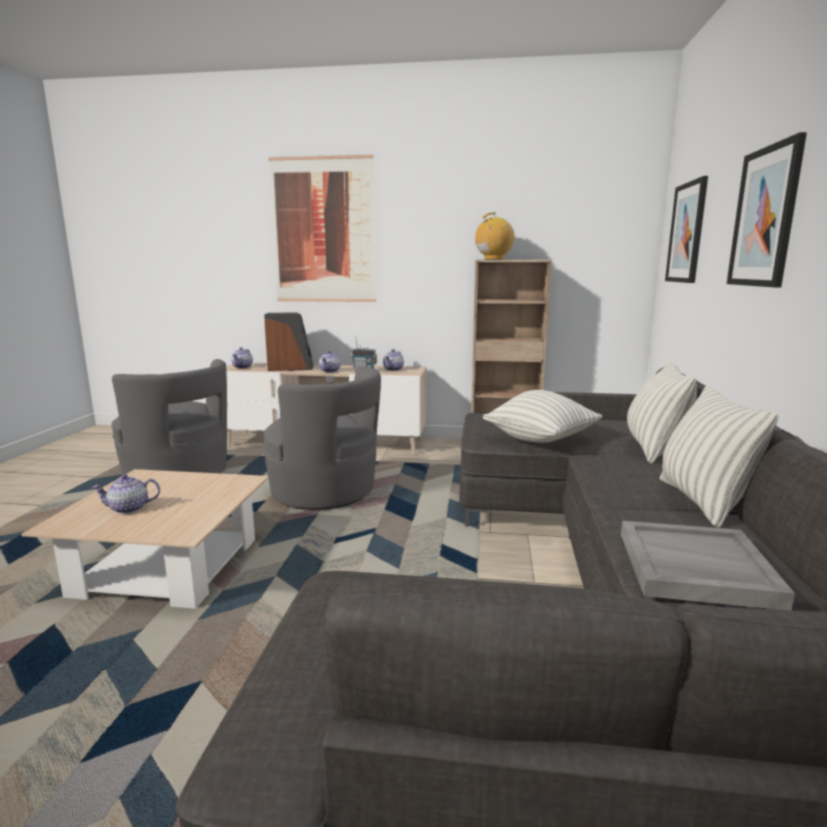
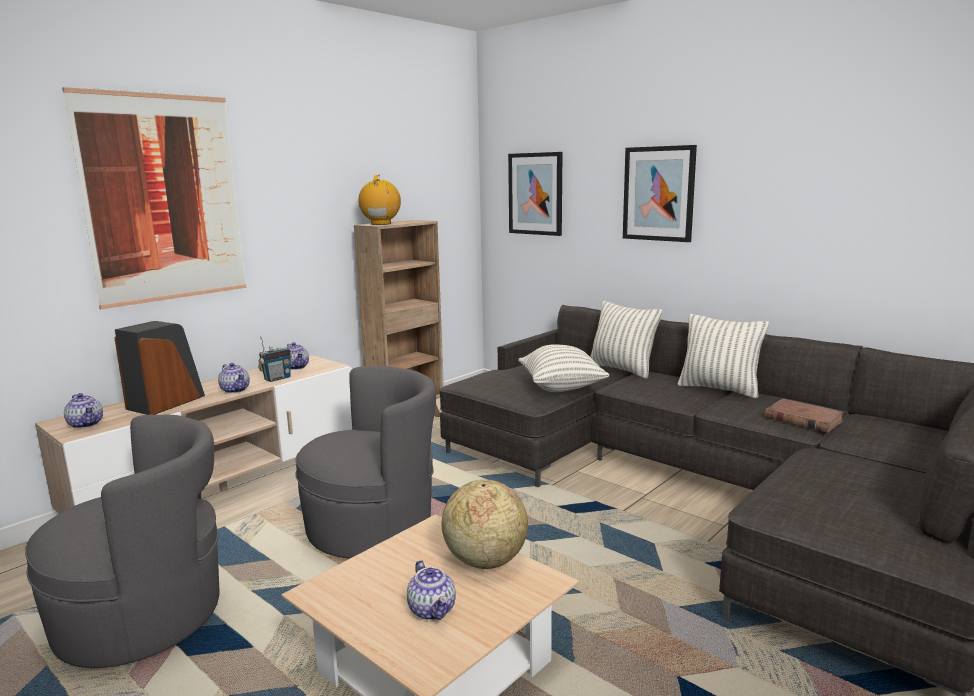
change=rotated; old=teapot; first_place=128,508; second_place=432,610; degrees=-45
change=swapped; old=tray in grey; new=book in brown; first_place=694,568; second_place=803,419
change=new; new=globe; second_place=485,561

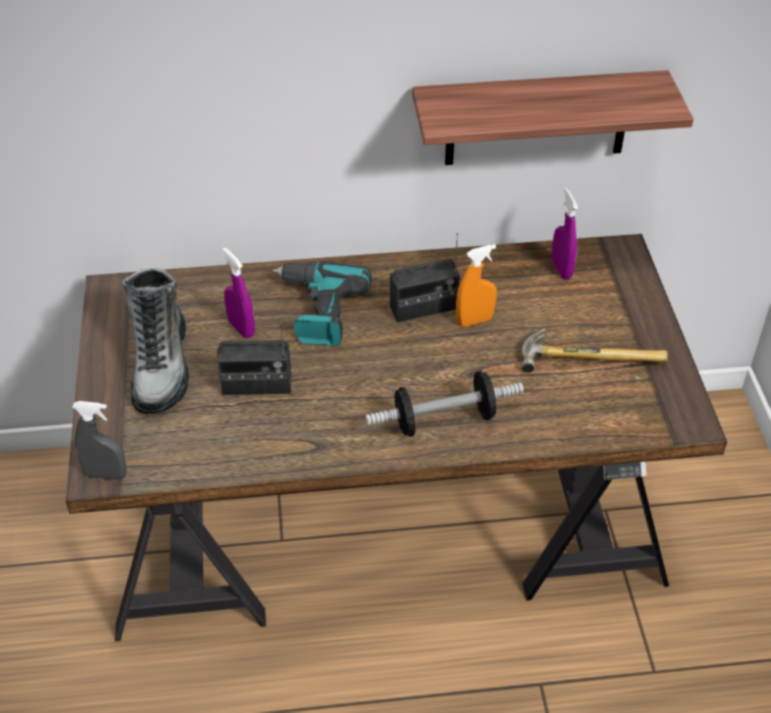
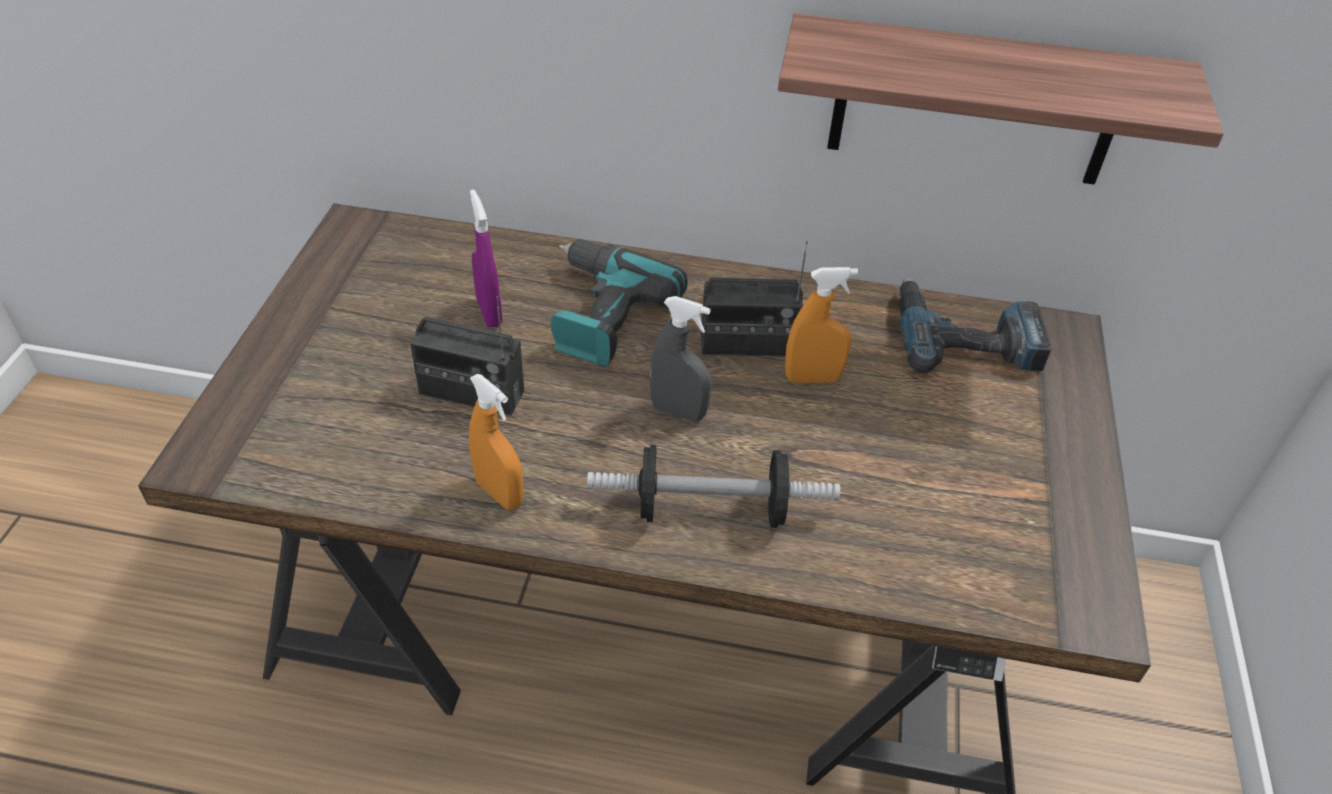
change=swapped; old=spray bottle in purple; new=power drill; first_place=561,269; second_place=964,337
change=gone; old=boot; first_place=162,367
change=gone; old=hammer; first_place=591,355
change=shifted; old=spray bottle in grey; first_place=106,475; second_place=678,411
change=new; new=spray bottle in orange; second_place=499,493

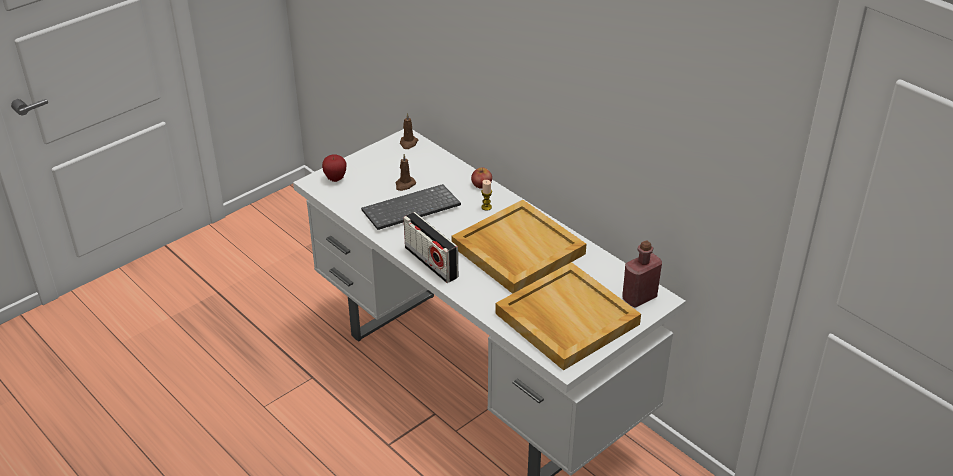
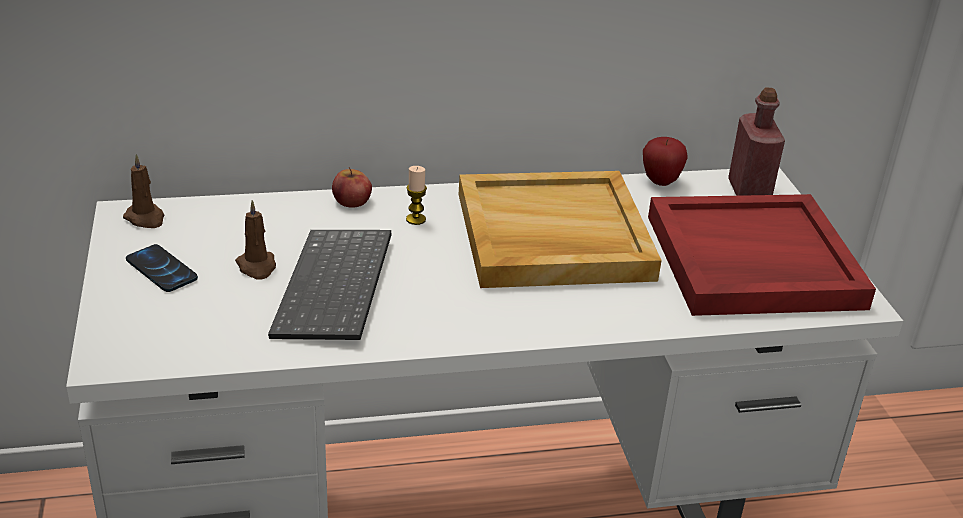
change=shifted; old=apple; first_place=335,178; second_place=660,181
change=gone; old=radio; first_place=431,262
change=repainted; old=tray in beige; new=tray in red; first_place=565,319; second_place=751,262
change=new; new=phone; second_place=161,270

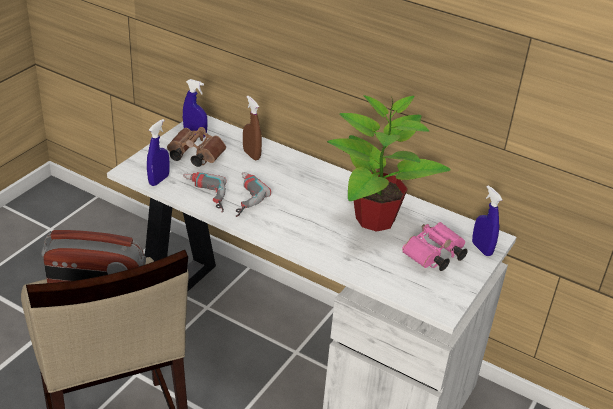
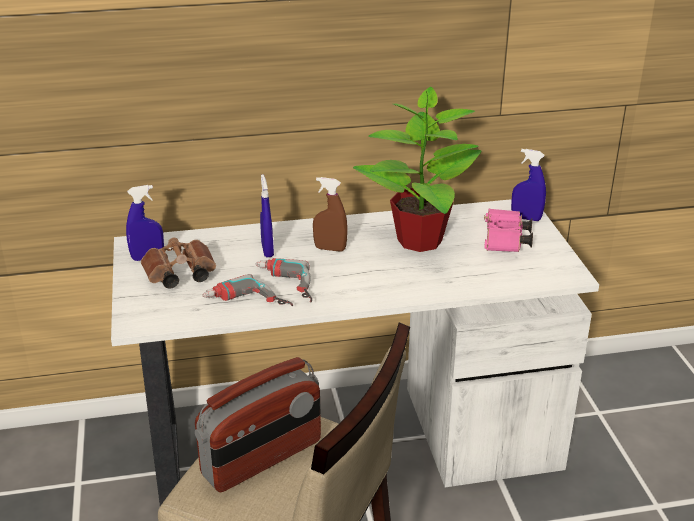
change=shifted; old=spray bottle in brown; first_place=251,155; second_place=330,249
change=shifted; old=spray bottle in blue; first_place=159,180; second_place=267,250

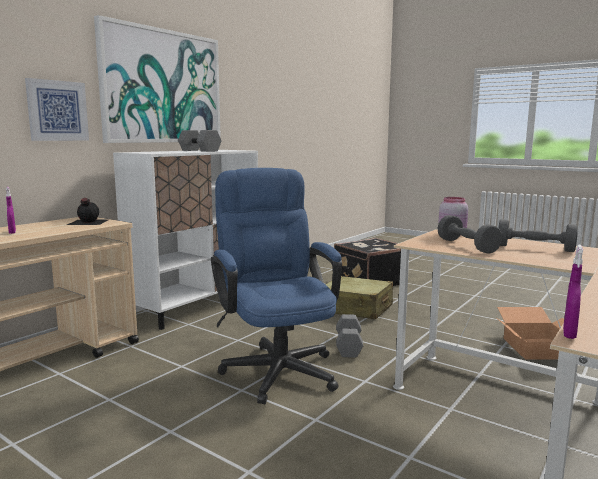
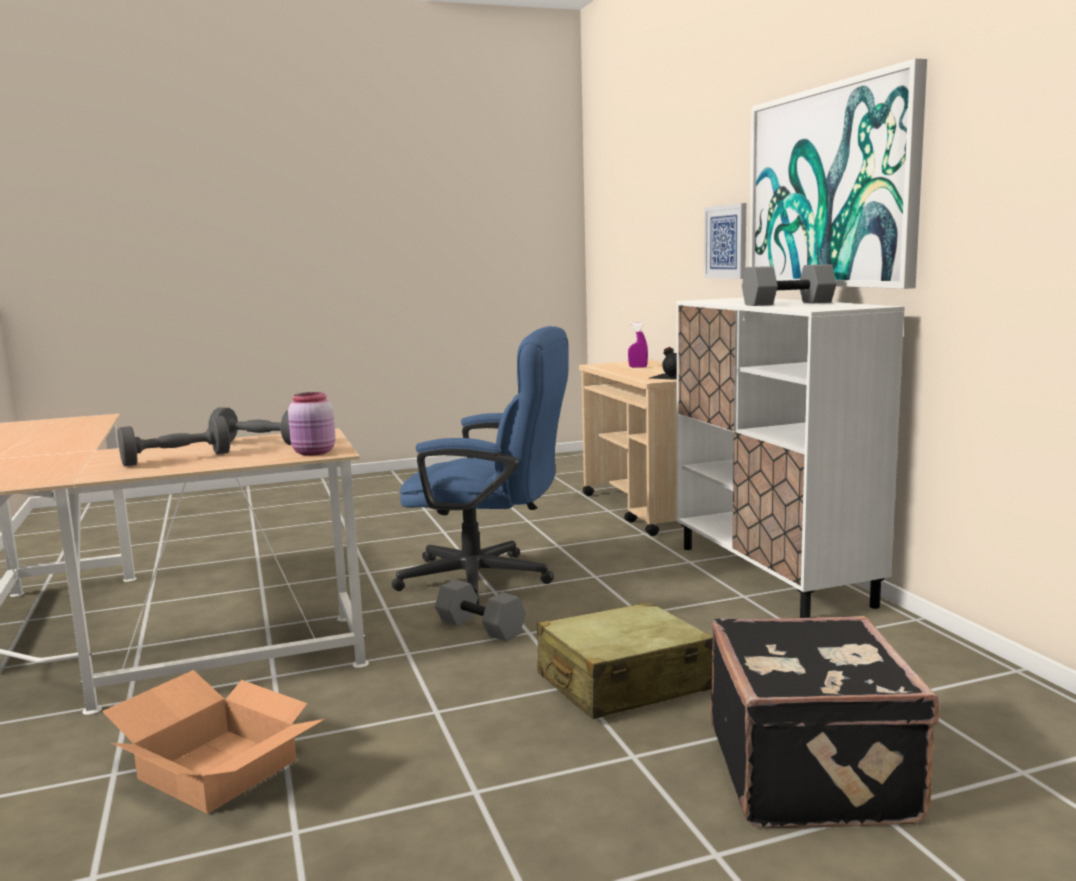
change=gone; old=spray bottle in purple; first_place=569,334

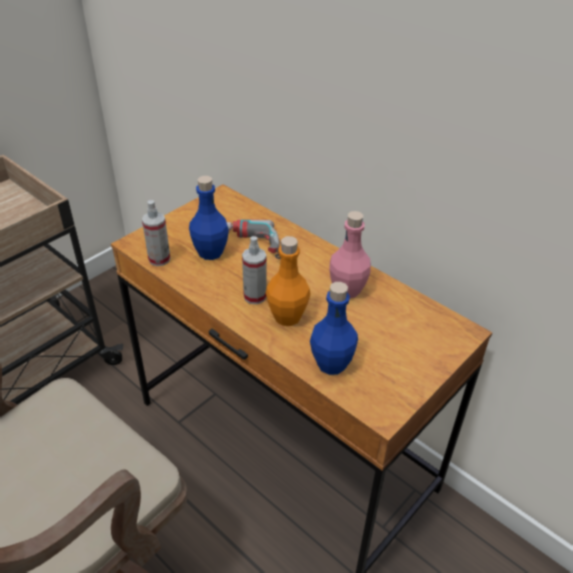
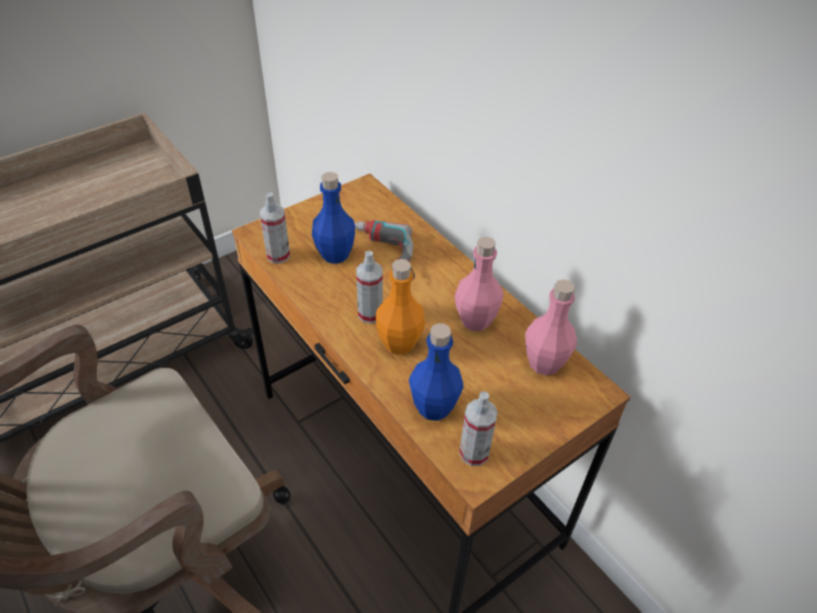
change=new; new=bottle in pink; second_place=544,363
change=new; new=spray bottle; second_place=474,453

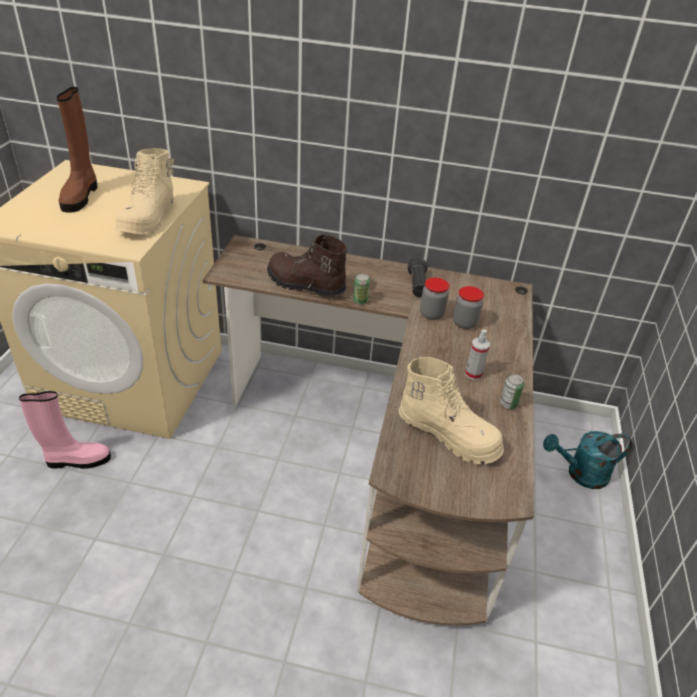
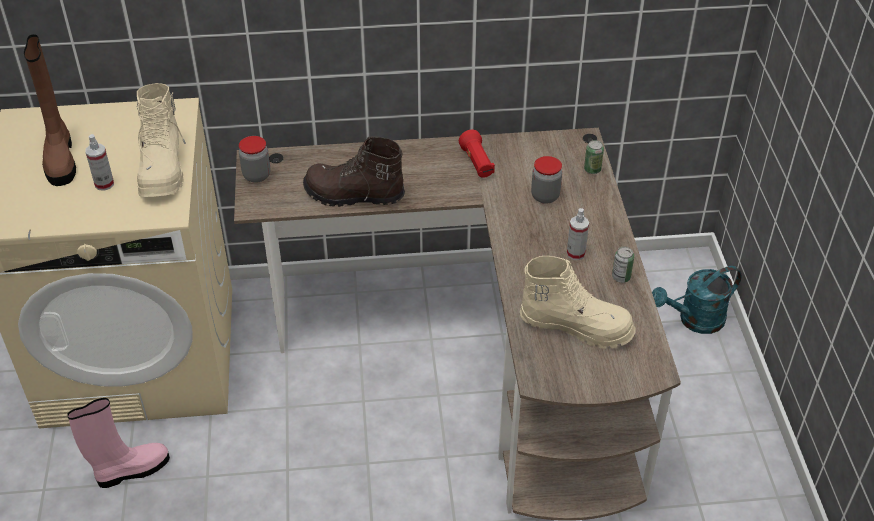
change=repainted; old=flashlight in black; new=flashlight in red; first_place=417,286; second_place=477,163
change=shifted; old=can; first_place=360,301; second_place=592,169
change=shifted; old=jar; first_place=431,314; second_place=256,175
change=new; new=spray bottle; second_place=104,184

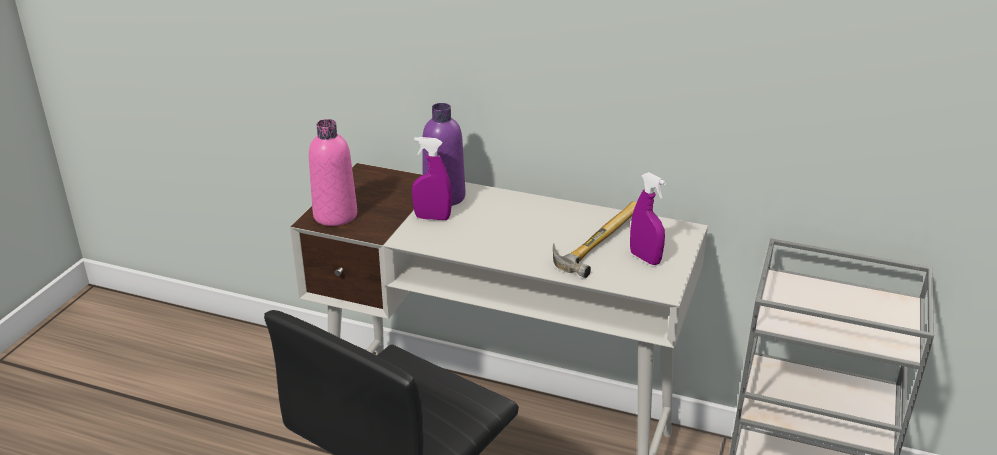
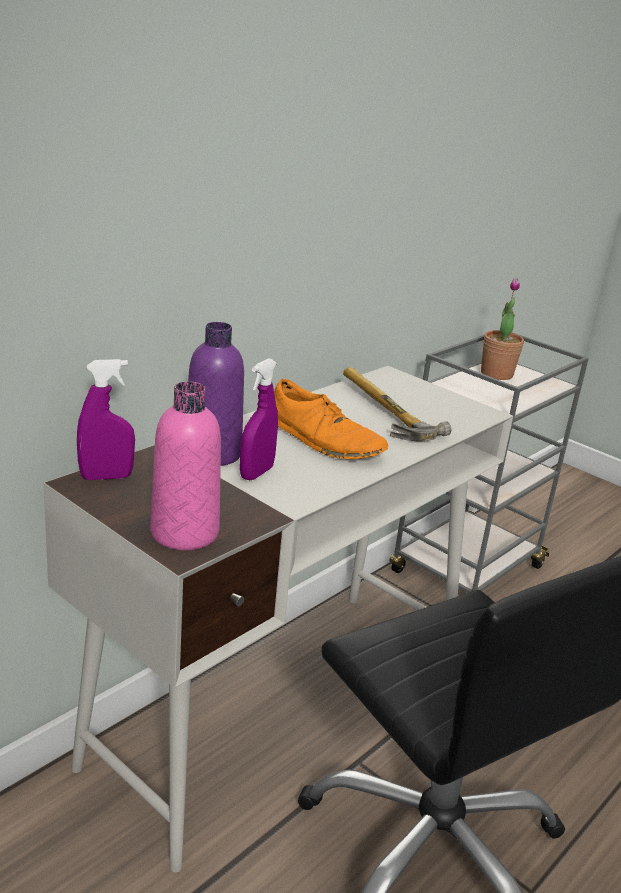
change=shifted; old=spray bottle in purple; first_place=645,258; second_place=106,477
change=new; new=potted plant; second_place=496,374
change=new; new=shoe in orange; second_place=324,440

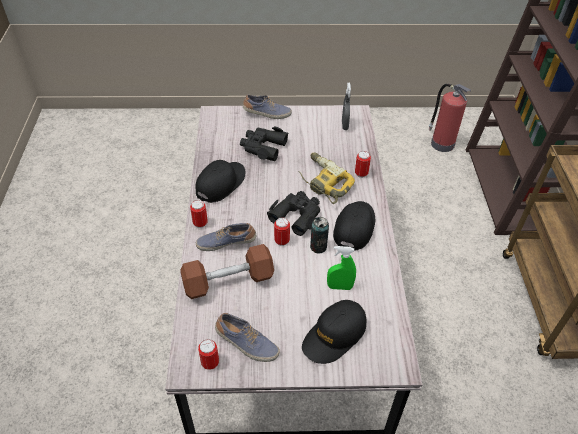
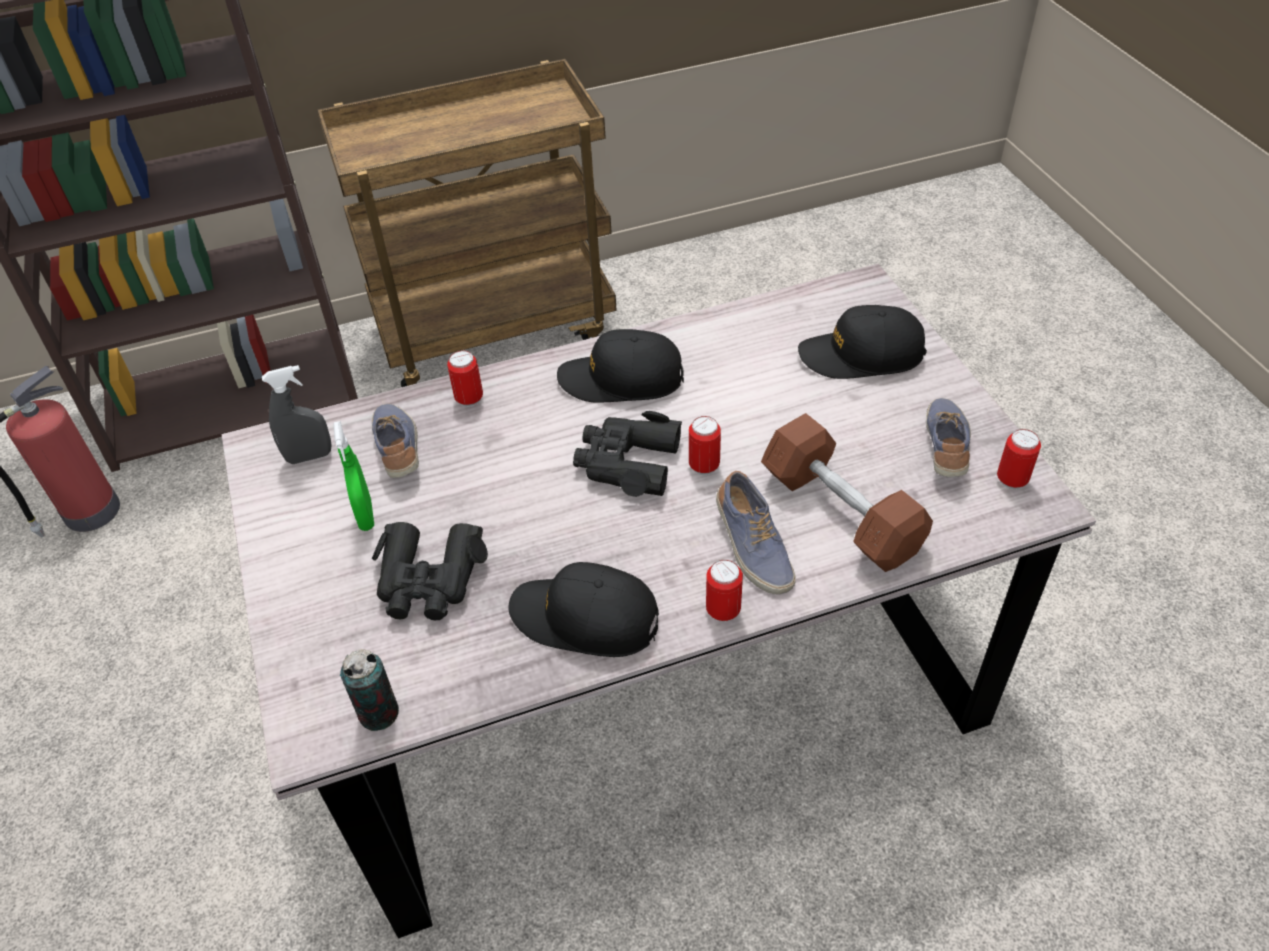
change=shifted; old=shoe; first_place=267,114; second_place=399,449
change=gone; old=power drill; first_place=323,182
change=shifted; old=can; first_place=318,247; second_place=379,713
change=shifted; old=spray bottle in green; first_place=339,287; second_place=365,515
change=rotated; old=cap in black; first_place=334,335; second_place=861,355; degrees=150

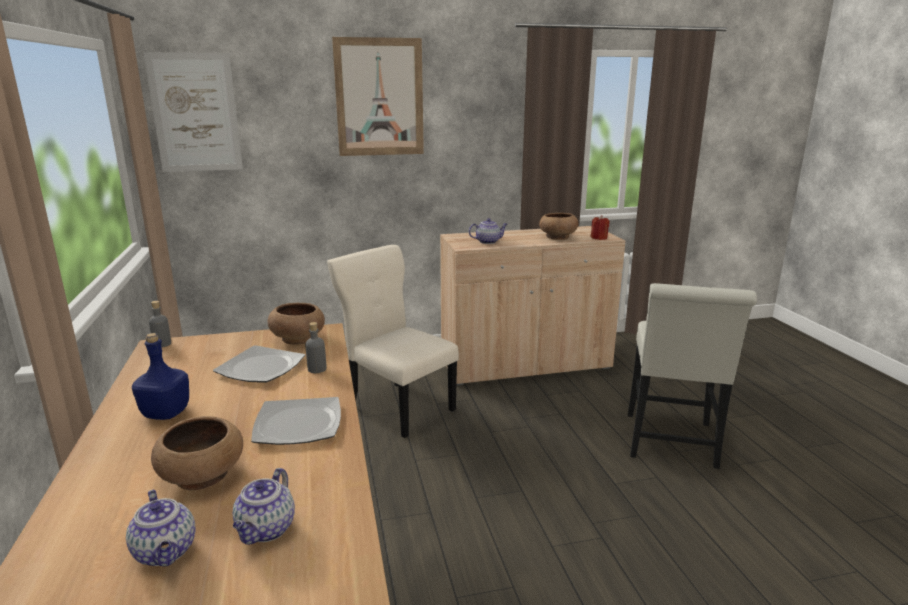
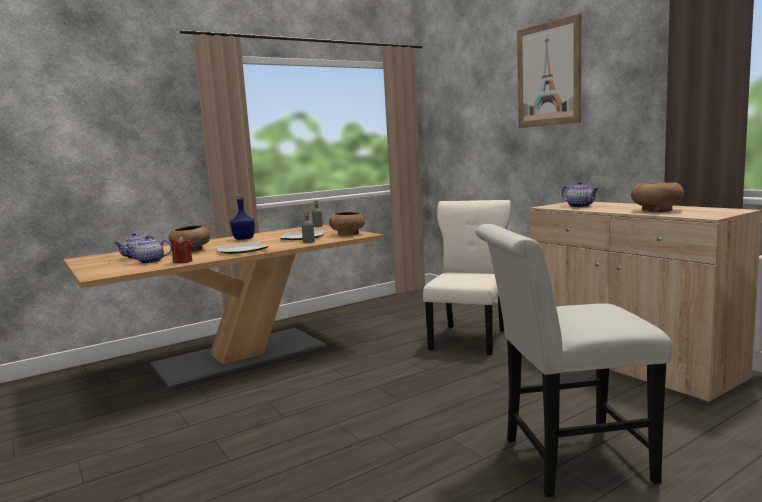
change=gone; old=picture; first_place=195,113
change=shifted; old=candle in red; first_place=599,238; second_place=183,262

